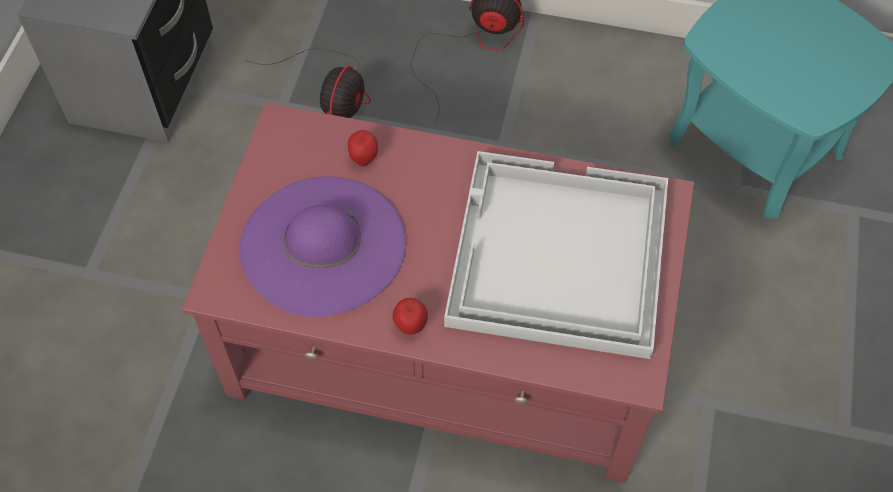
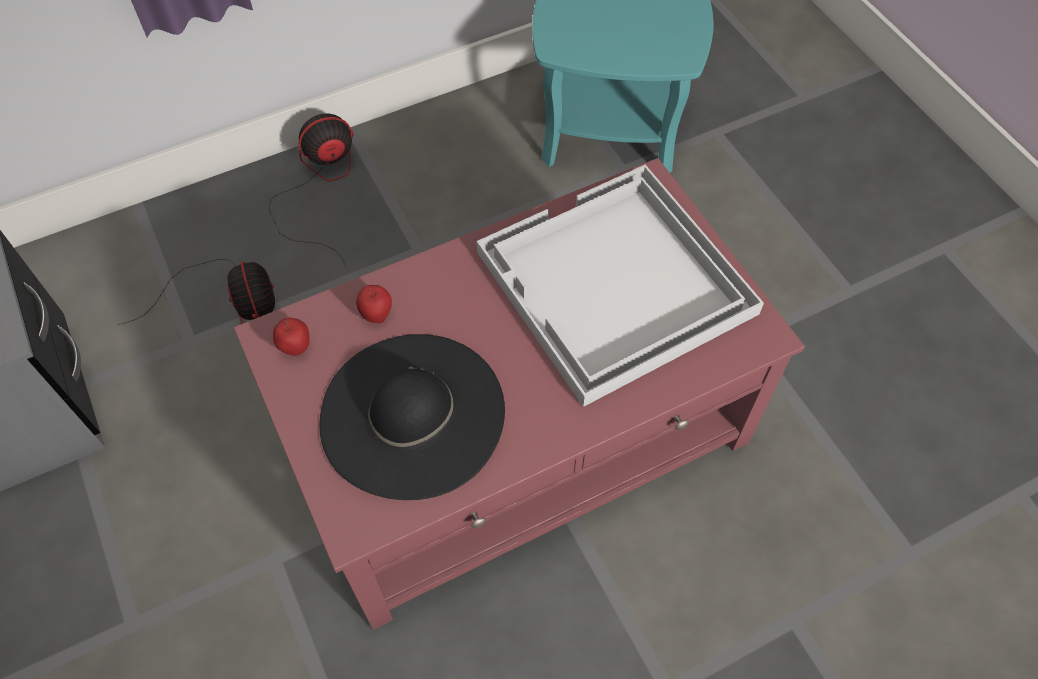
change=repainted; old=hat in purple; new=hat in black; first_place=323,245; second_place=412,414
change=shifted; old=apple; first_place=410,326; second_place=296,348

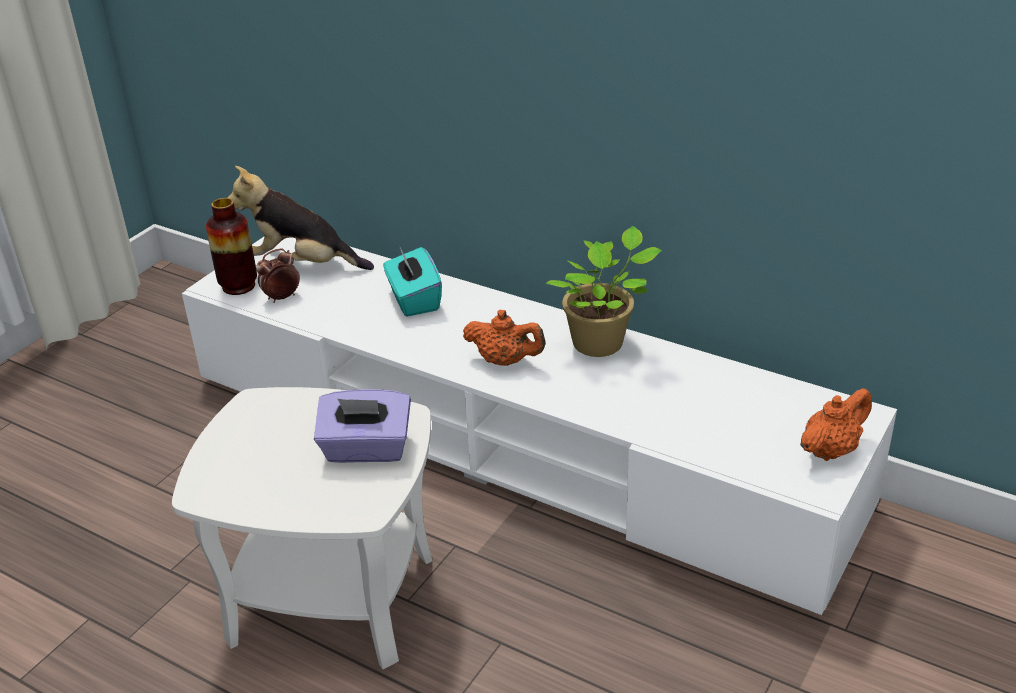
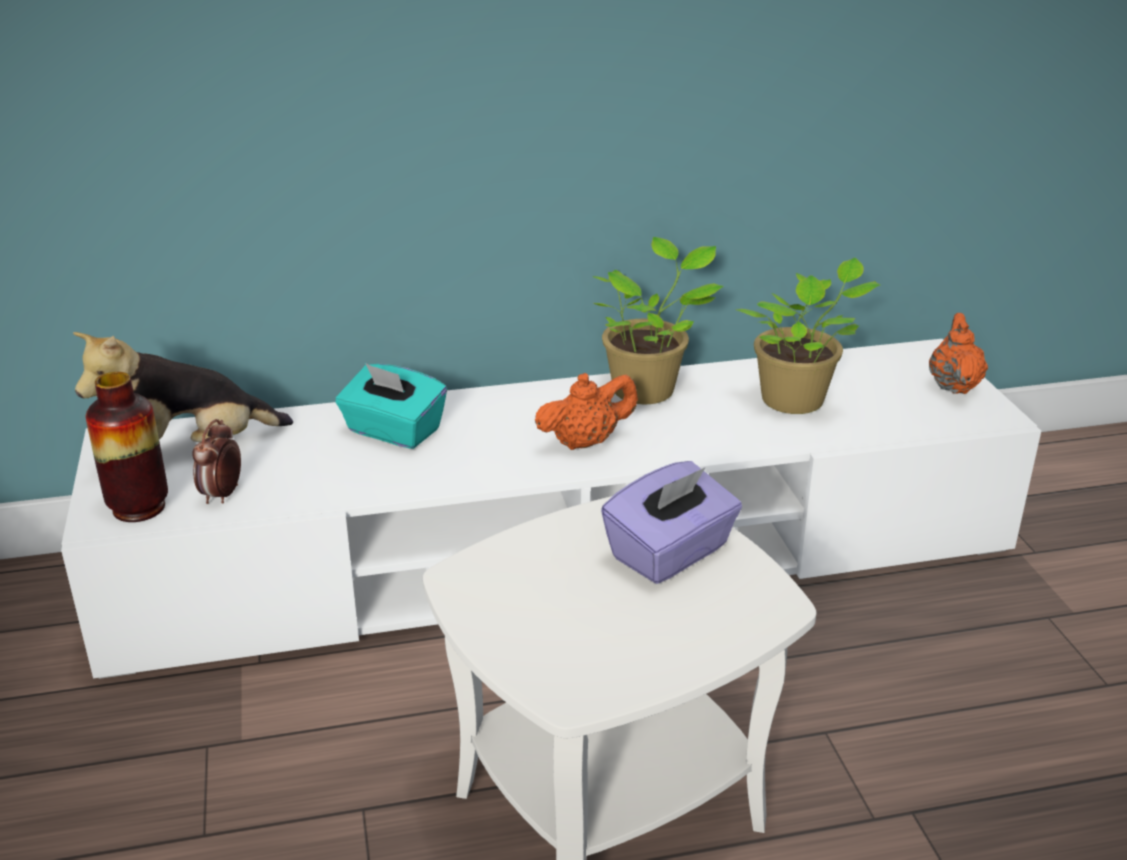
change=new; new=potted plant; second_place=797,401

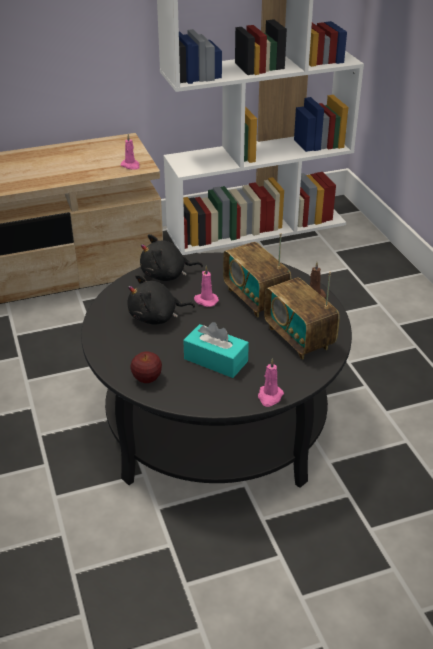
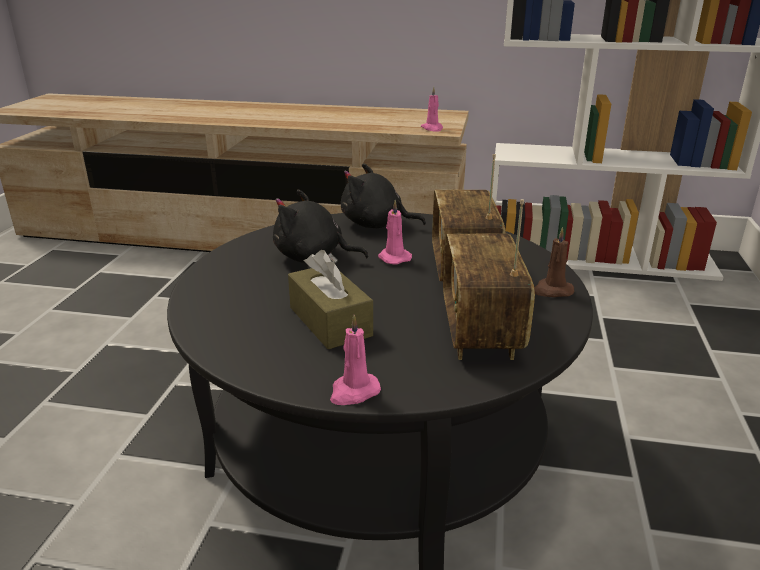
change=repainted; old=tissue box in turquoise; new=tissue box in brown; first_place=215,360; second_place=330,321
change=gone; old=apple; first_place=147,378

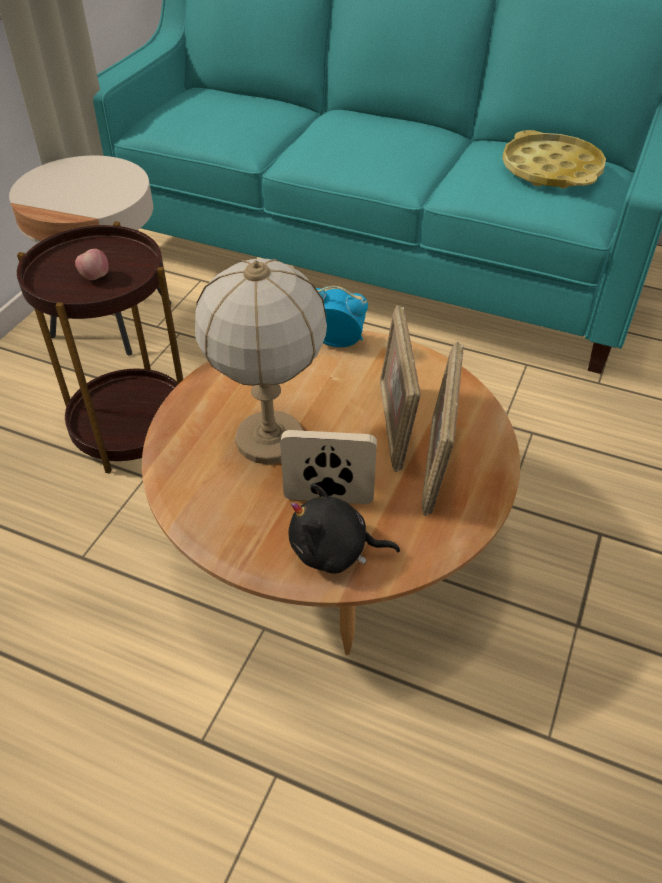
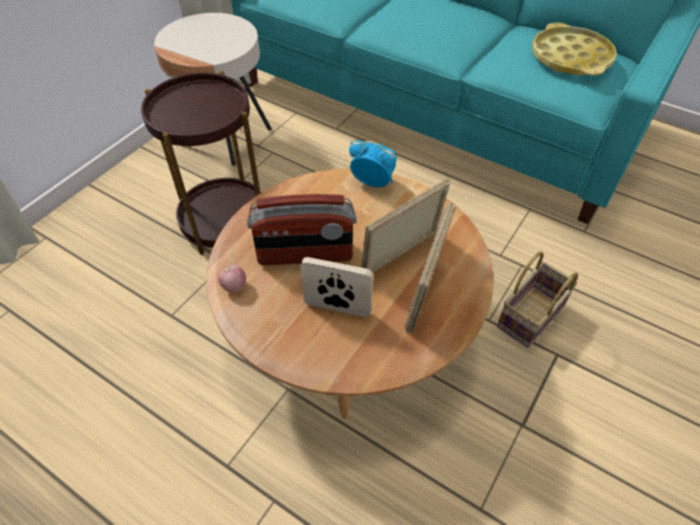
change=shifted; old=apple; first_place=95,277; second_place=234,286
change=swapped; old=table lamp; new=radio; first_place=270,439; second_place=305,255
change=rotated; old=picture frame; first_place=395,425; second_place=401,256; degrees=45
change=gone; old=plush toy in black; first_place=334,551
change=new; new=basket; second_place=530,318

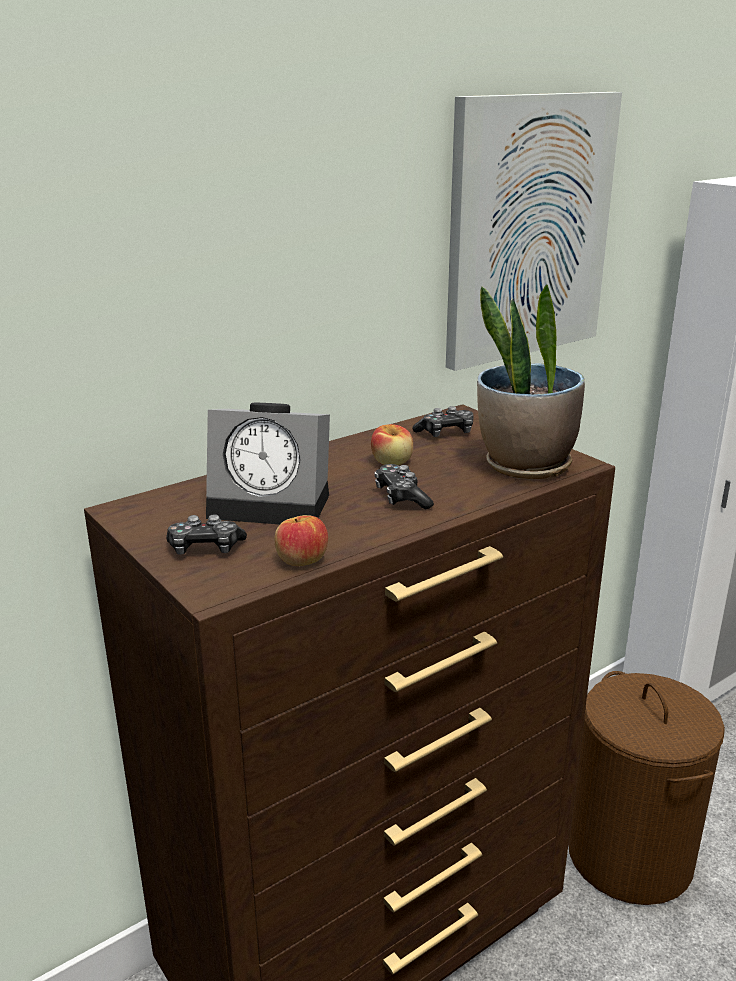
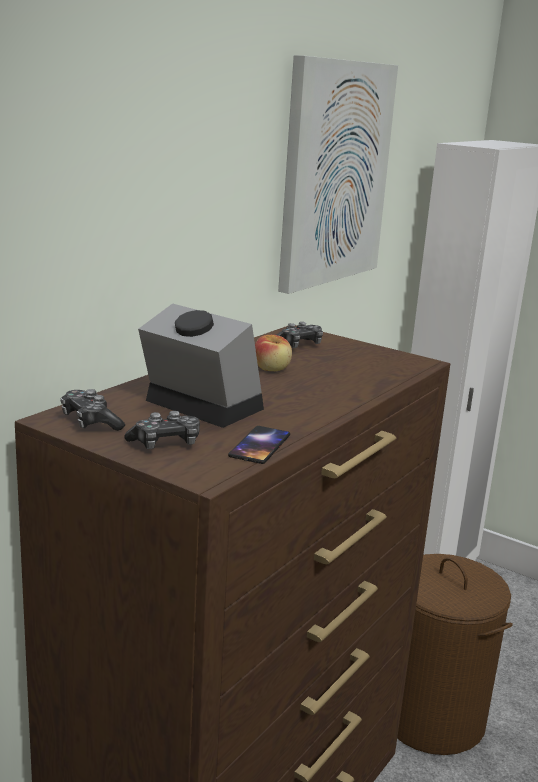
change=gone; old=potted plant; first_place=525,466
change=rotated; old=alarm clock; first_place=274,504; second_place=197,405; degrees=-135
change=shifted; old=game controller; first_place=401,497; second_place=90,422
change=swapped; old=apple; new=phone; first_place=301,560; second_place=260,445

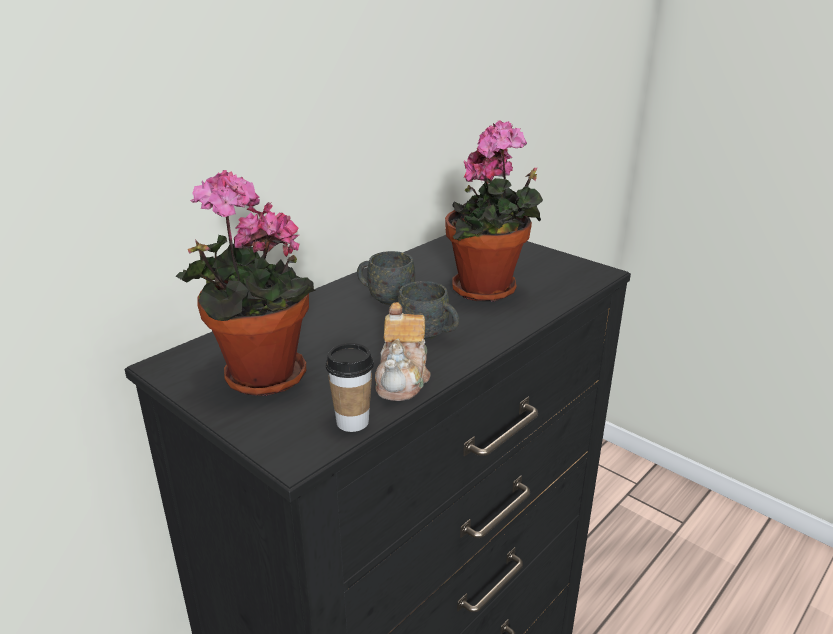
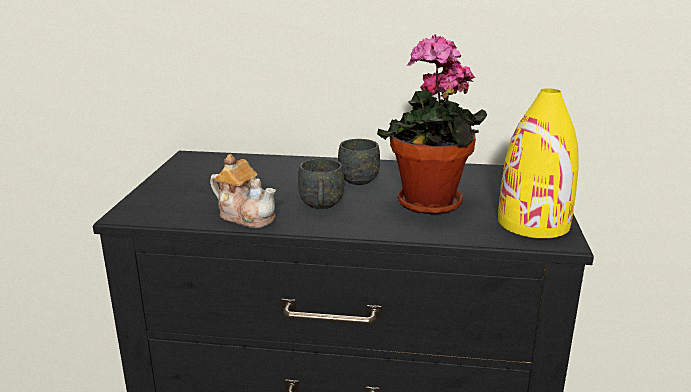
change=gone; old=potted plant; first_place=257,378
change=rotated; old=teapot; first_place=403,379; second_place=246,216; degrees=-120
change=gone; old=cup; first_place=352,422
change=new; new=vase in yellow; second_place=534,223

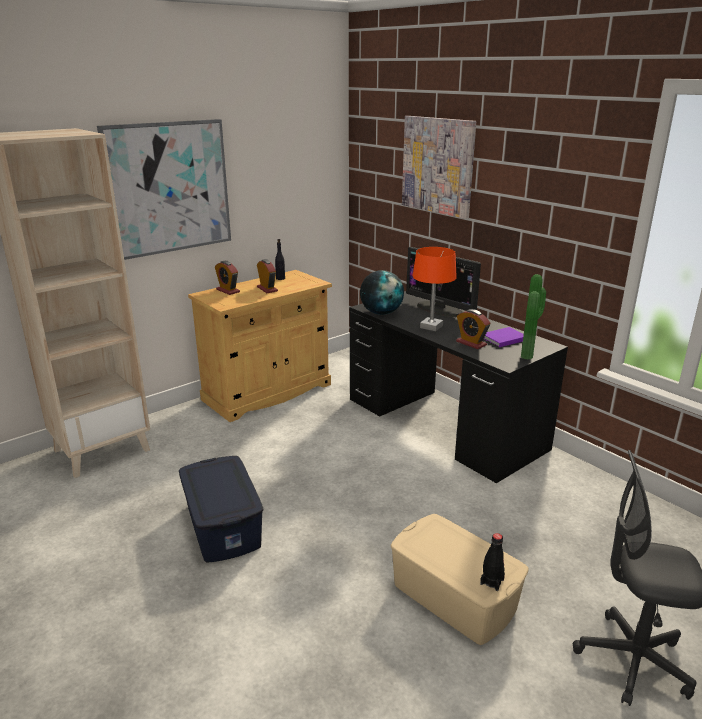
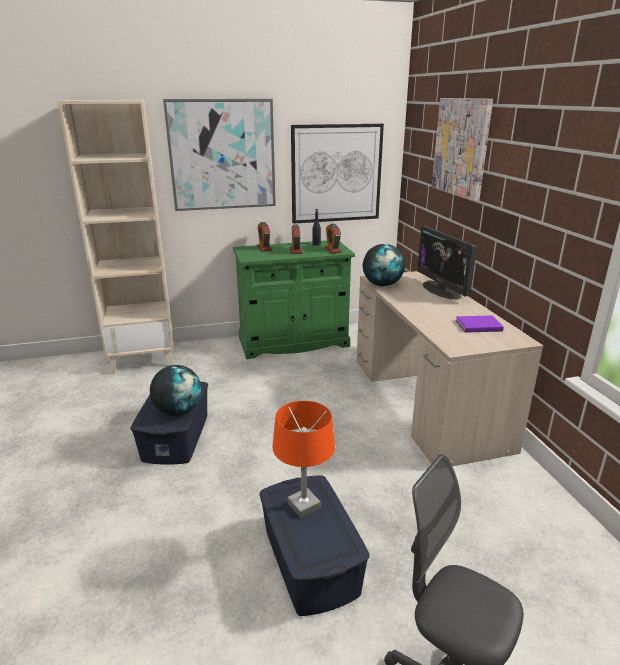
change=shifted; old=table lamp in orange; first_place=431,326; second_place=304,505
change=repainted; old=cabinet in beige; new=cabinet in green; first_place=267,392; second_place=293,342
change=gone; old=potted plant; first_place=529,357
change=repainted; old=desk in black; new=desk in beige; first_place=443,423; second_place=425,401
change=shifted; old=alarm clock; first_place=471,343; second_place=332,250
change=repainted; old=storage box in beige; new=storage box in blue; first_place=454,597; second_place=309,561
change=gone; old=bottle in black; first_place=492,581
change=new; new=picture; second_place=336,174
change=new; new=globe; second_place=178,411

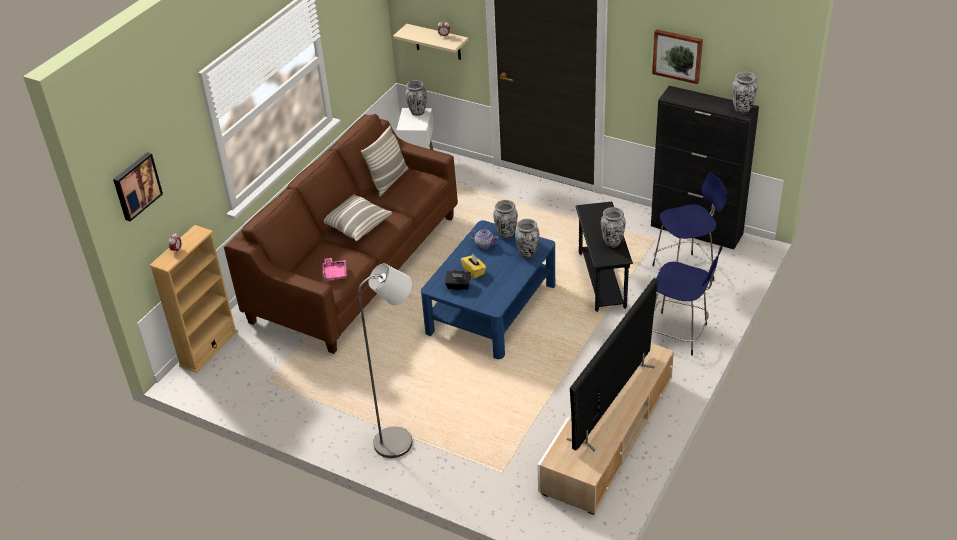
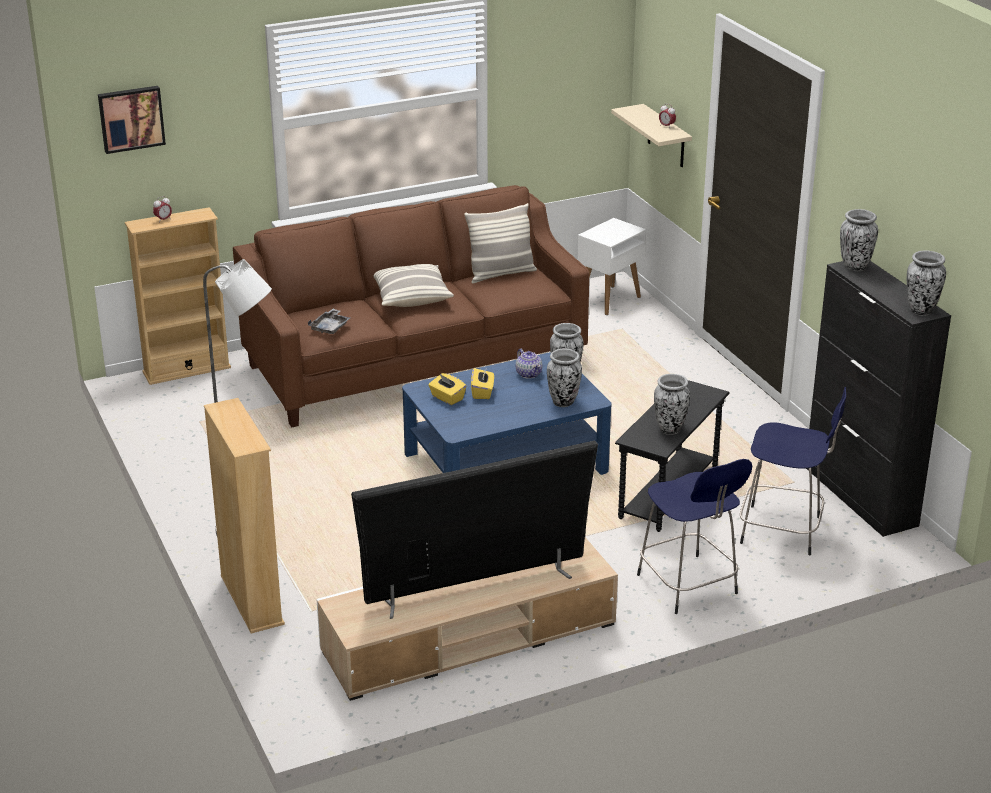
change=gone; old=picture; first_place=677,55
change=shifted; old=vase; first_place=417,112; second_place=855,266
change=repainted; old=tray in pink; new=tray in grey; first_place=335,273; second_place=330,327
change=repainted; old=tissue box in black; new=tissue box in yellow; first_place=458,286; second_place=447,398
change=new; new=bookcase in beige; second_place=251,600

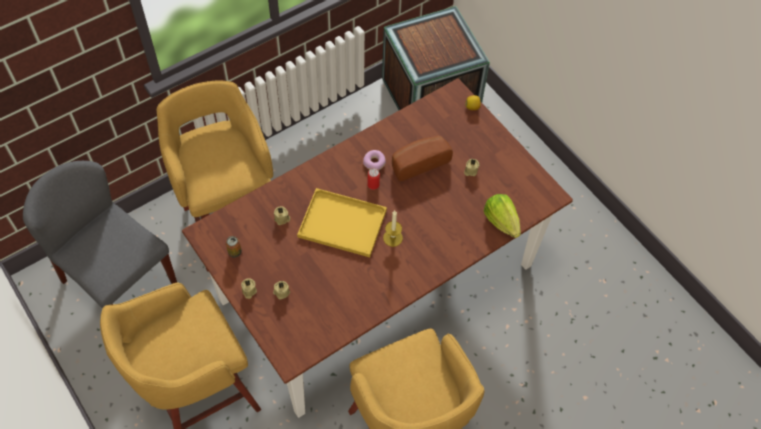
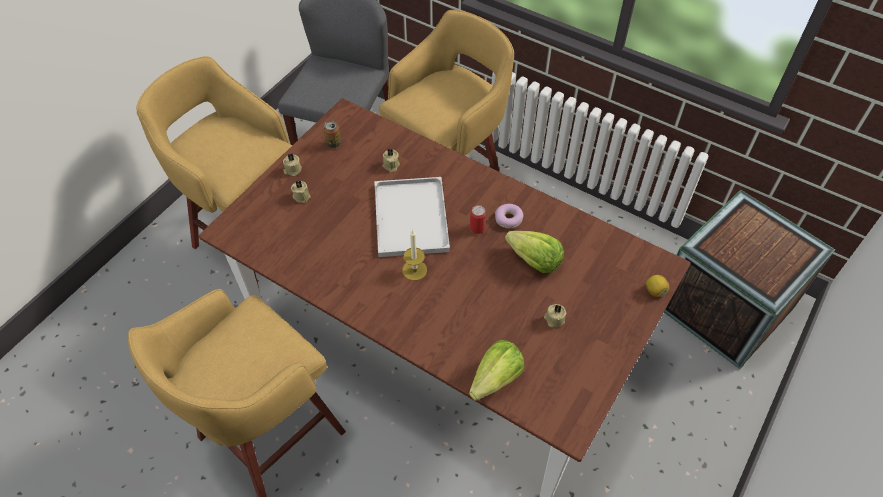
change=swapped; old=bread; new=lettuce; first_place=418,162; second_place=534,261
change=repainted; old=tray in yellow; new=tray in white; first_place=344,223; second_place=412,219

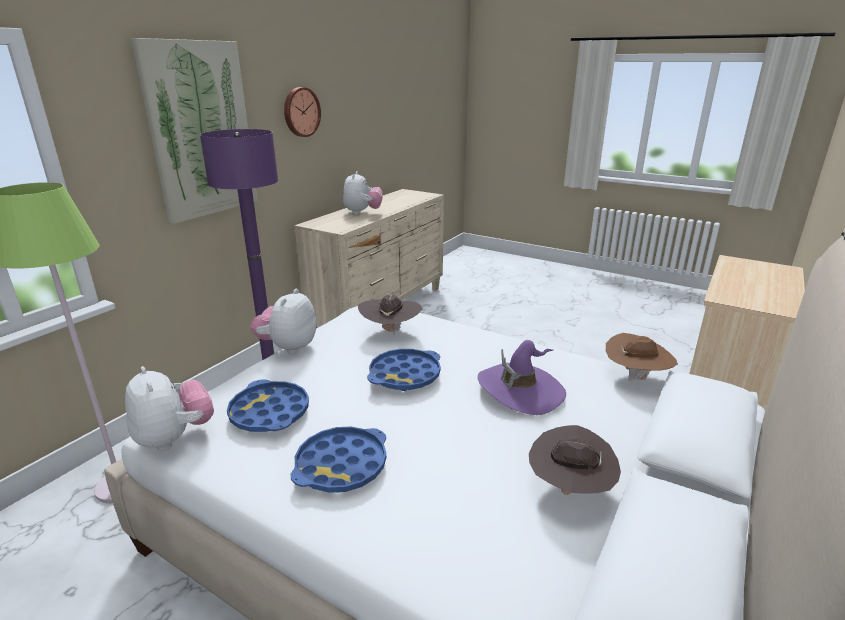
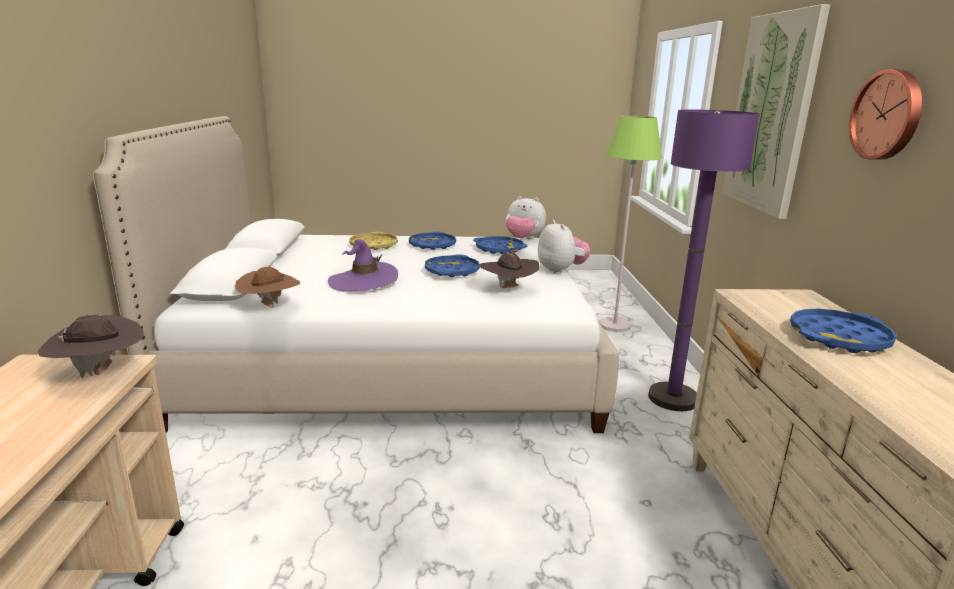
change=swapped; old=plush toy; new=tray in blue; first_place=362,212; second_place=838,338
change=shifted; old=hat in brown; first_place=569,489; second_place=100,373
change=new; new=tray in yellow; second_place=373,245

